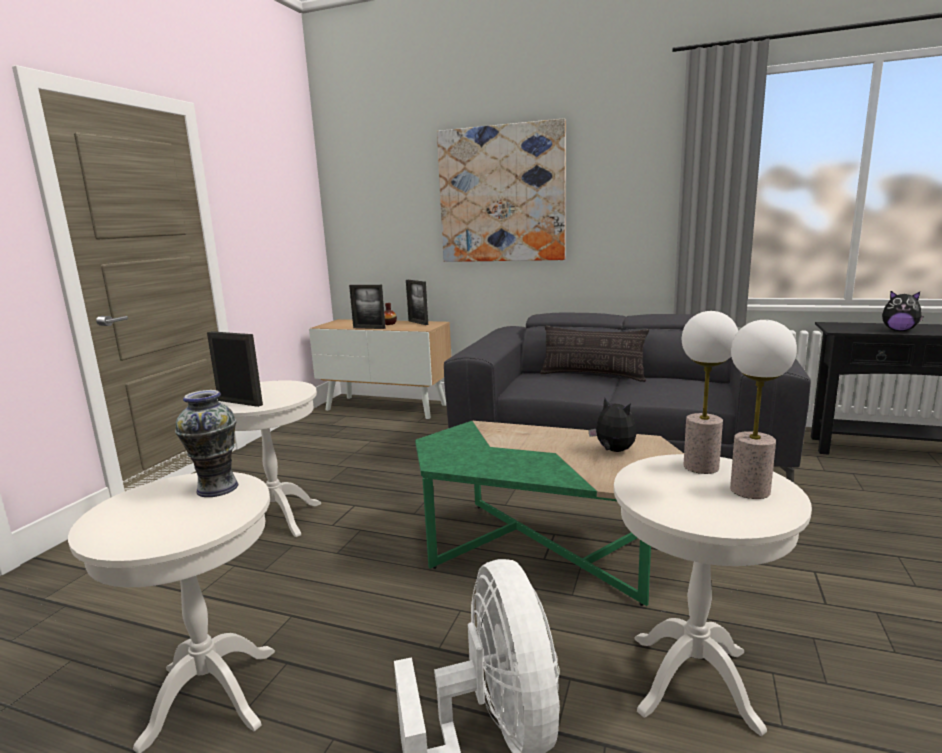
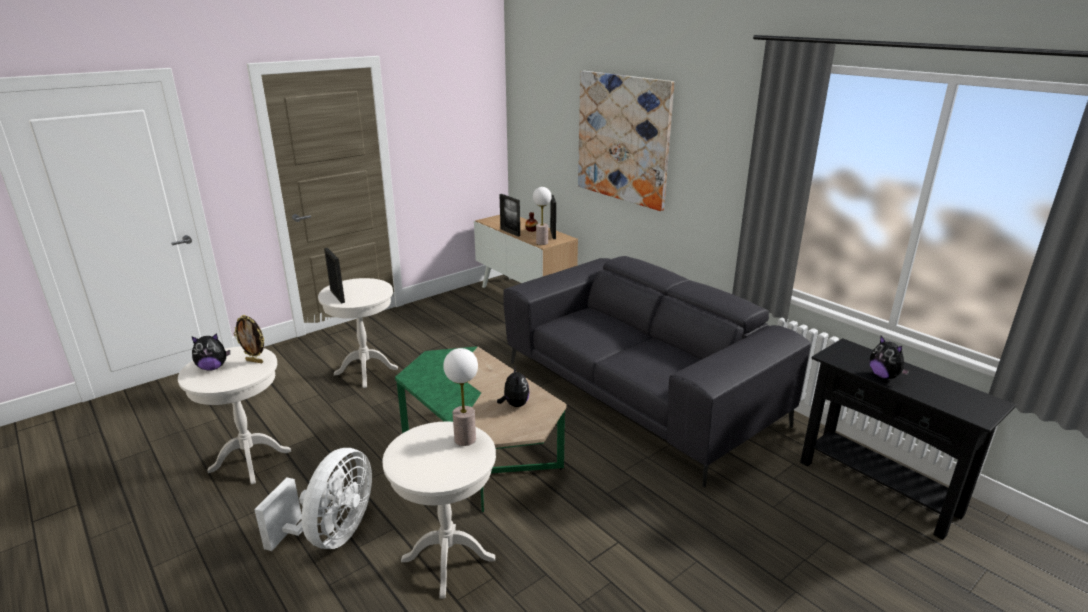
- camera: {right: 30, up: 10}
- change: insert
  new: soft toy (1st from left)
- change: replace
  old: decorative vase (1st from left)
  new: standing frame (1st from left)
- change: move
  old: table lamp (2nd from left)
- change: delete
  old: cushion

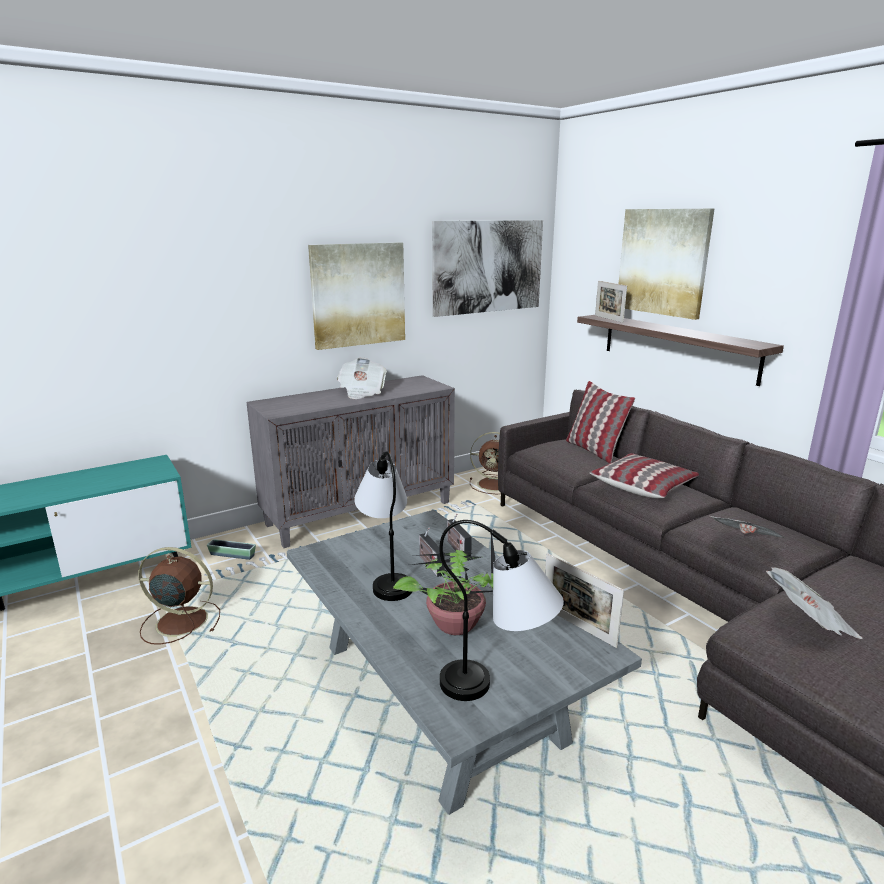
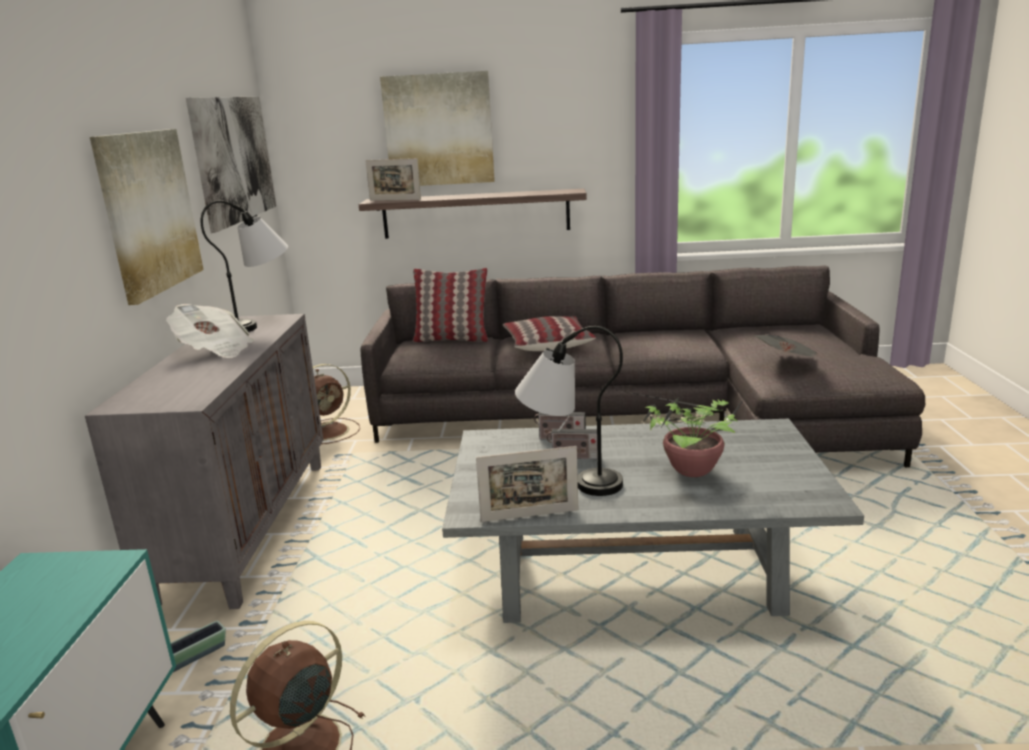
- camera: {right: -55, up: 0}
- change: move
  old: table lamp (2nd from left in the first image)
  new: table lamp (1st from left)
- change: move
  old: standing frame (1st from left in the first image)
  new: standing frame (2nd from left)
- change: delete
  old: newspaper (2nd from left)

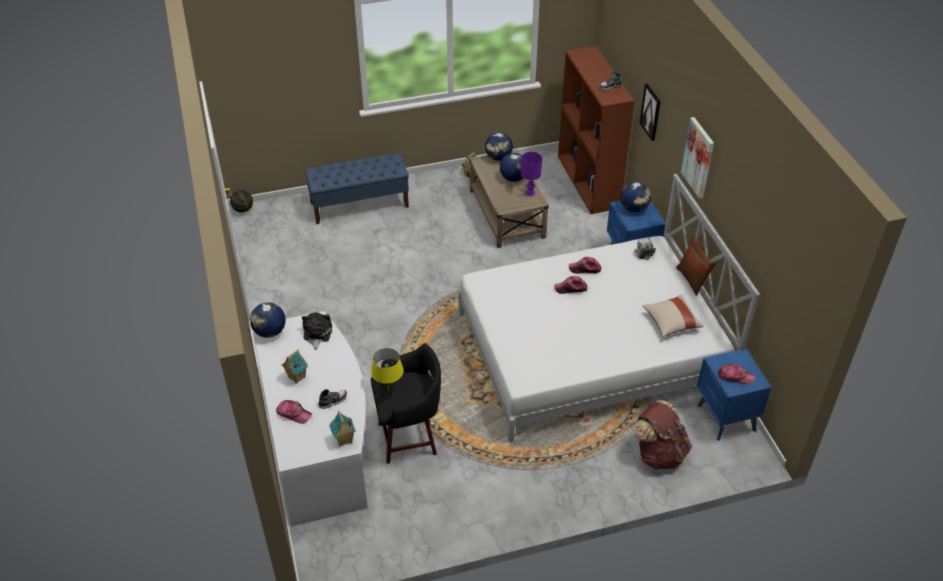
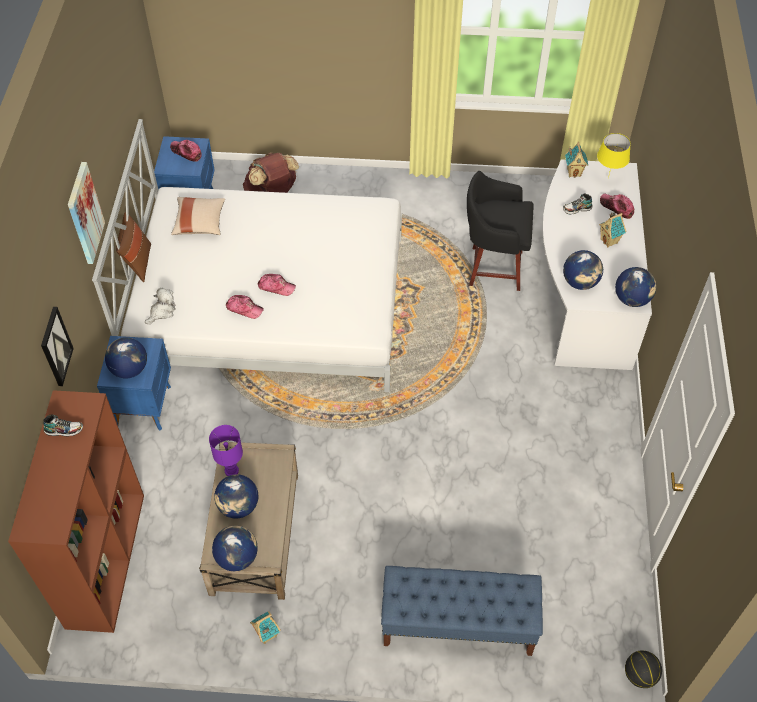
- camera: {right: -160, up: 10}
- change: replace
  old: soft toy (1st from left)
  new: world globe (4th from left)
- change: move
  old: yellowish table lamp

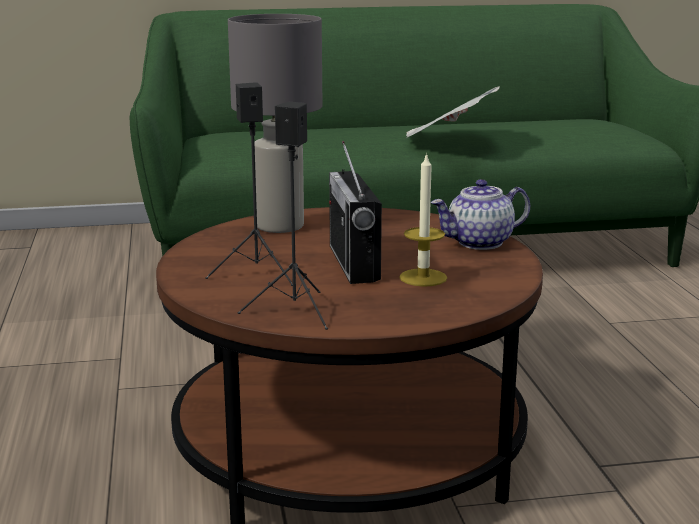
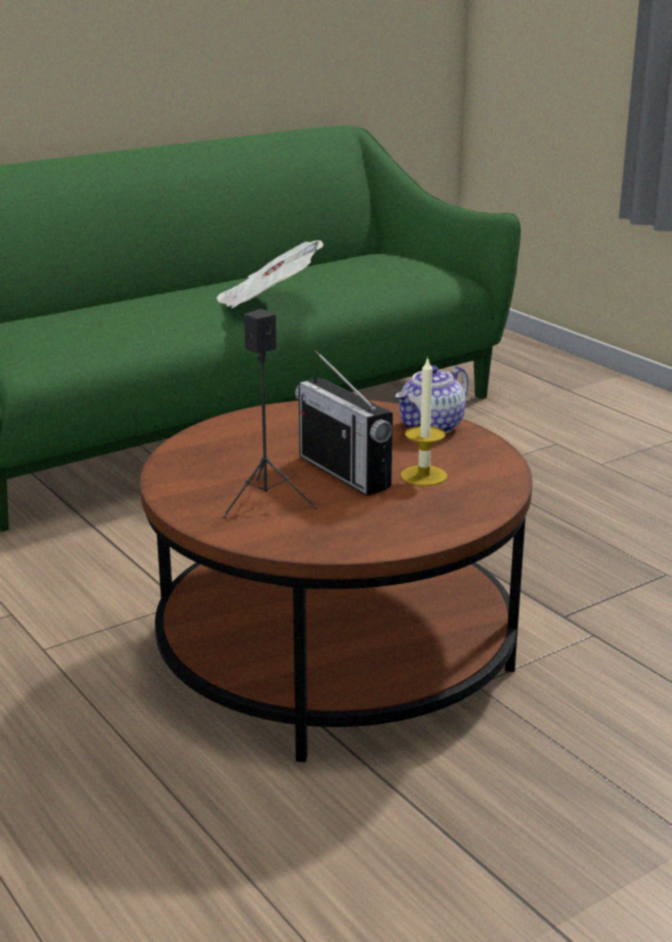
- camera: {right: -25, up: 5}
- change: delete
  old: grey table lamp
- change: delete
  old: black speaker (2nd from left)

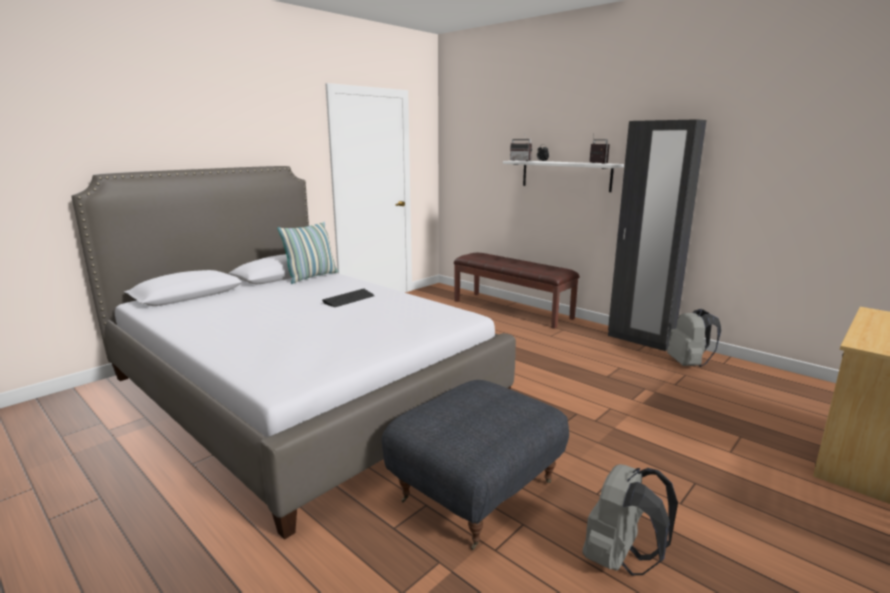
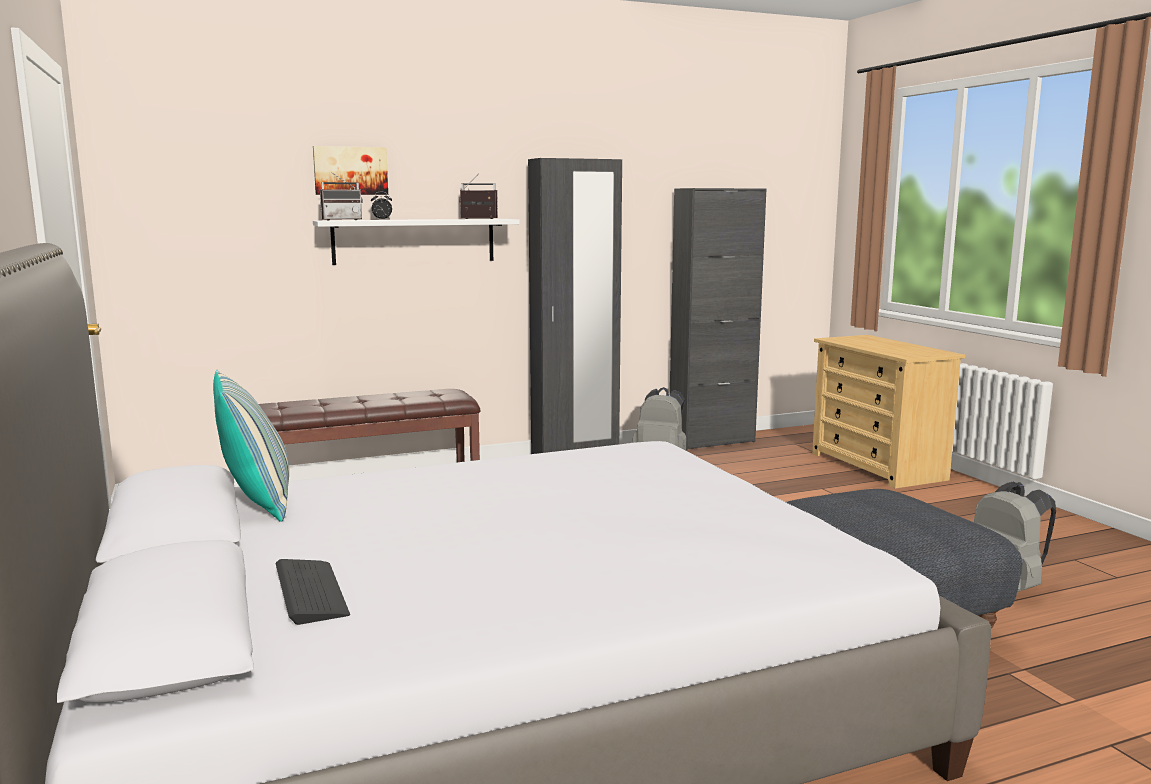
- camera: {right: -65, up: -5}
- change: move
  old: computer keyboard
- change: insert
  new: wall picture
- change: insert
  new: black cabinet

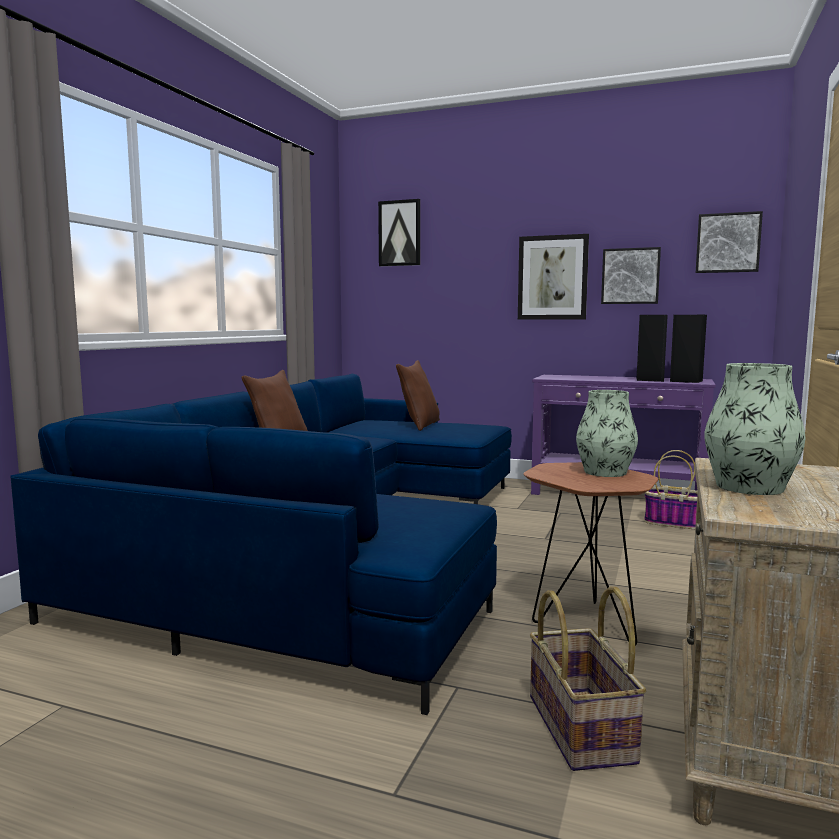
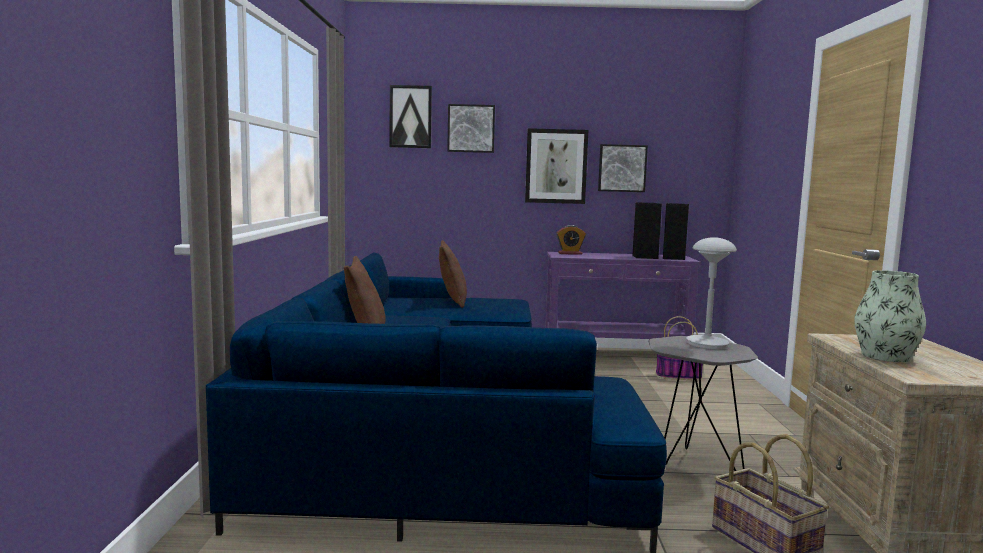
- camera: {right: -20, up: 0}
- change: move
  old: wall picture (4th from left in the first image)
  new: wall picture (2nd from left)
- change: insert
  new: bedside clock
- change: recolor
  old: brownish end table
  new: grey end table
- change: replace
  old: decorative vase (1st from left)
  new: grey table lamp

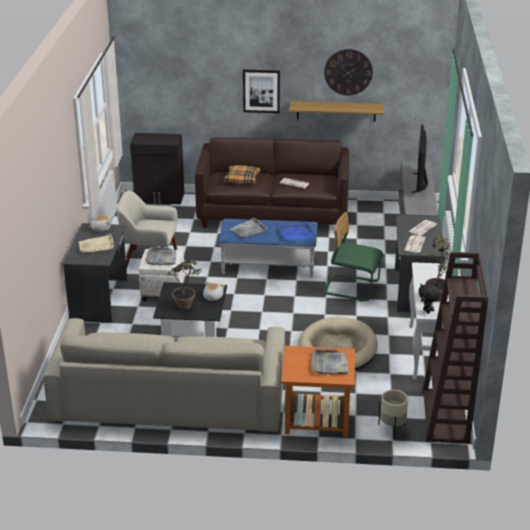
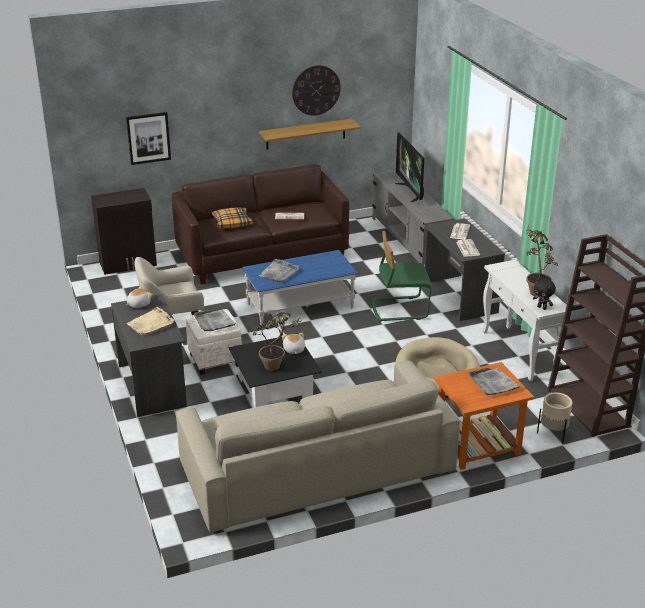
- camera: {right: -25, up: 0}
- change: move
  old: wall picture
- change: delete
  old: blue carrying tray

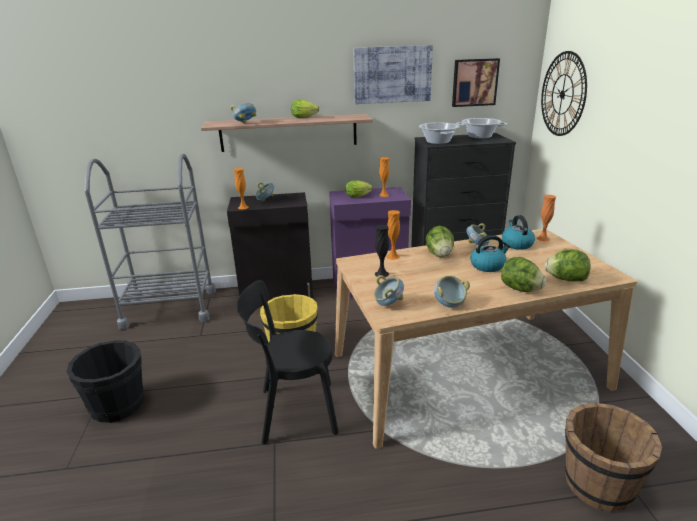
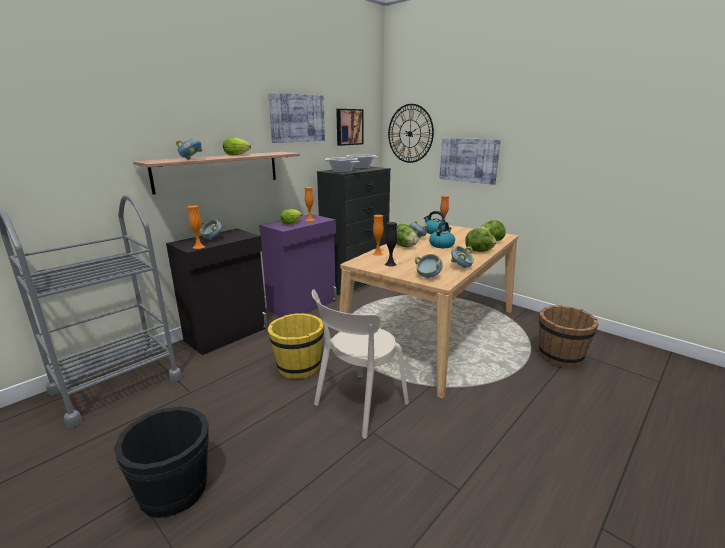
- camera: {right: -40, up: -5}
- change: recolor
  old: black plain chair
  new: sand-coloured plain chair
- change: insert
  new: wall picture (3rd from left)

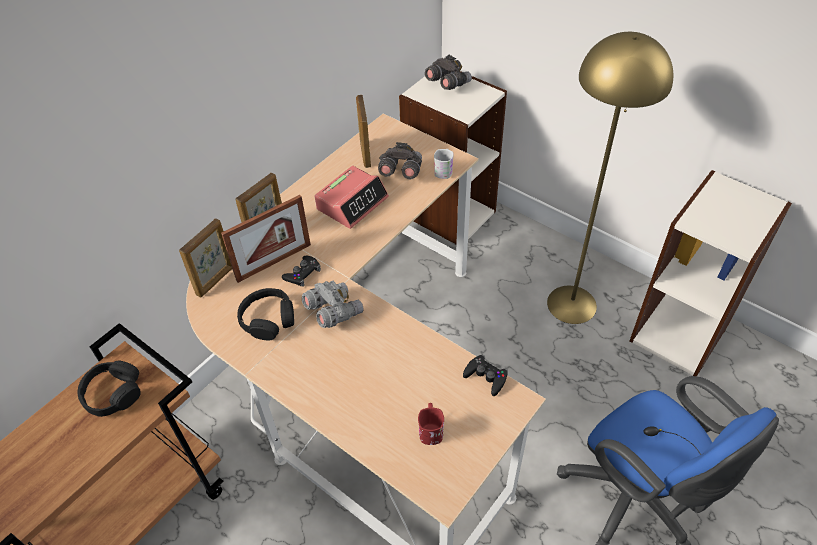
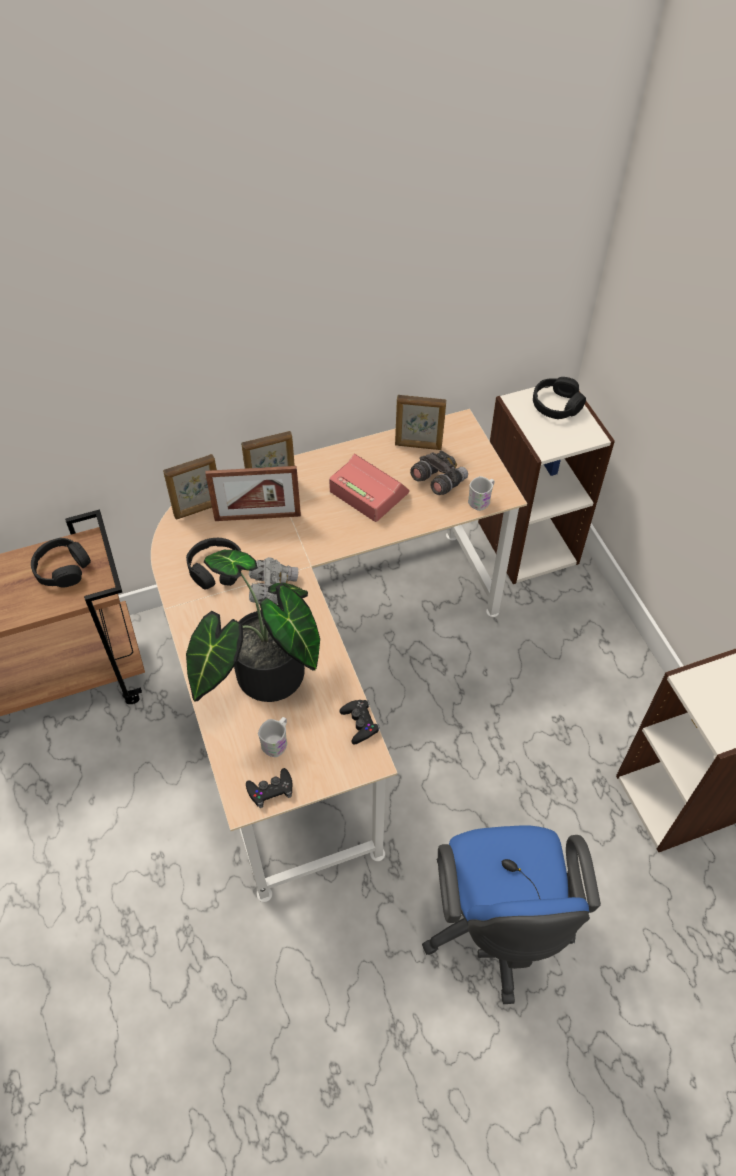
- camera: {right: 30, up: 5}
- change: insert
  new: potted plant
- change: move
  old: black joypad (1st from left)
- change: recolor
  old: reddish tea mug
  new: white-coloured tea mug (1st from left)
- change: rotate
  old: bedside clock
  degrees: -120
- change: rotate
  old: standing frame (4th from left)
  degrees: -105
- change: replace
  old: grey field glasses (3rd from left)
  new: black pair of headphones (3rd from left)
- change: delete
  old: yellowish floor lamp

